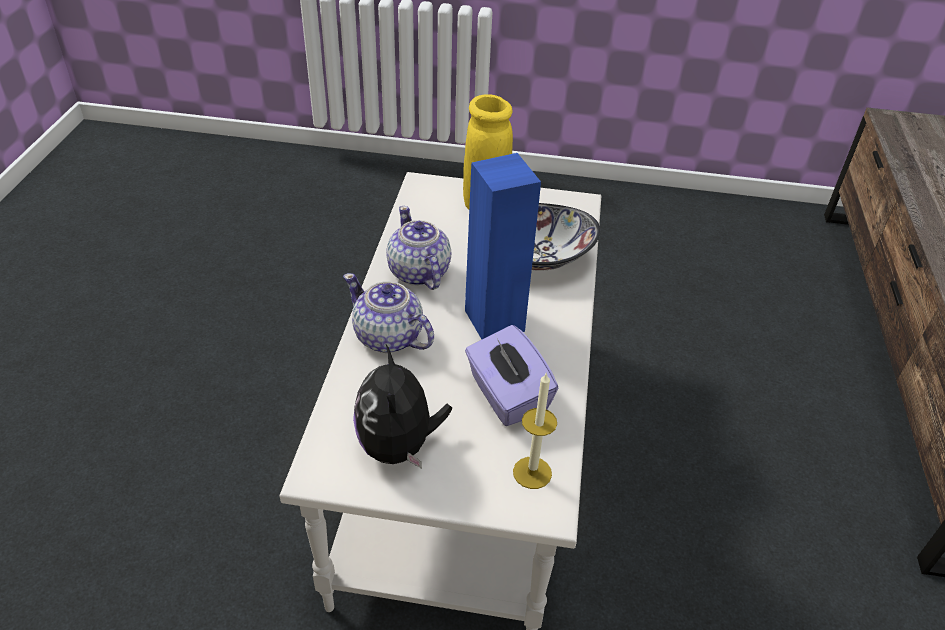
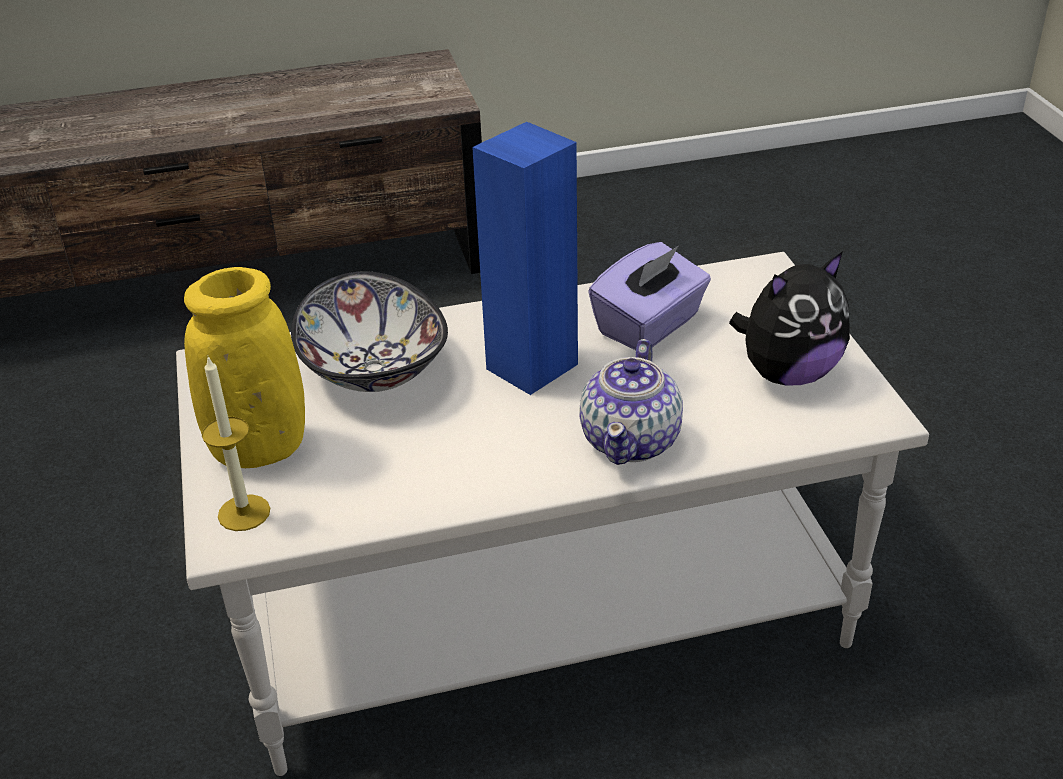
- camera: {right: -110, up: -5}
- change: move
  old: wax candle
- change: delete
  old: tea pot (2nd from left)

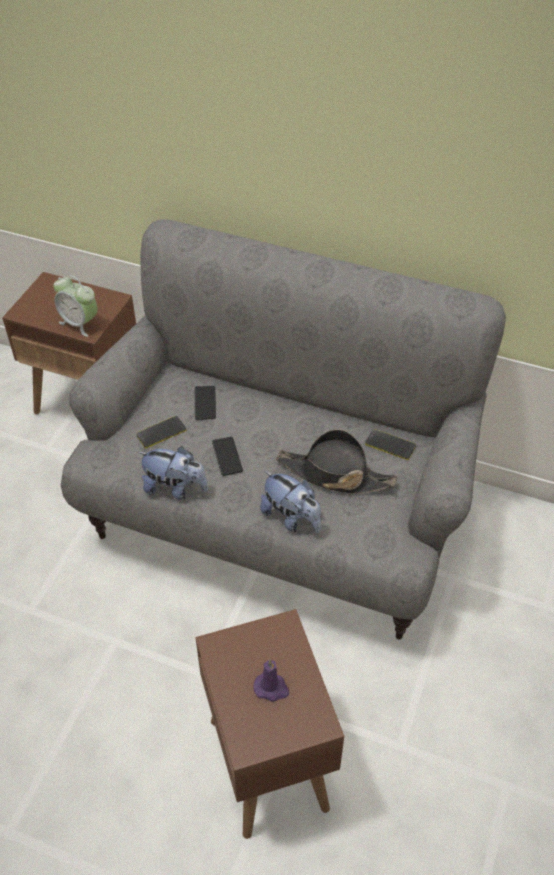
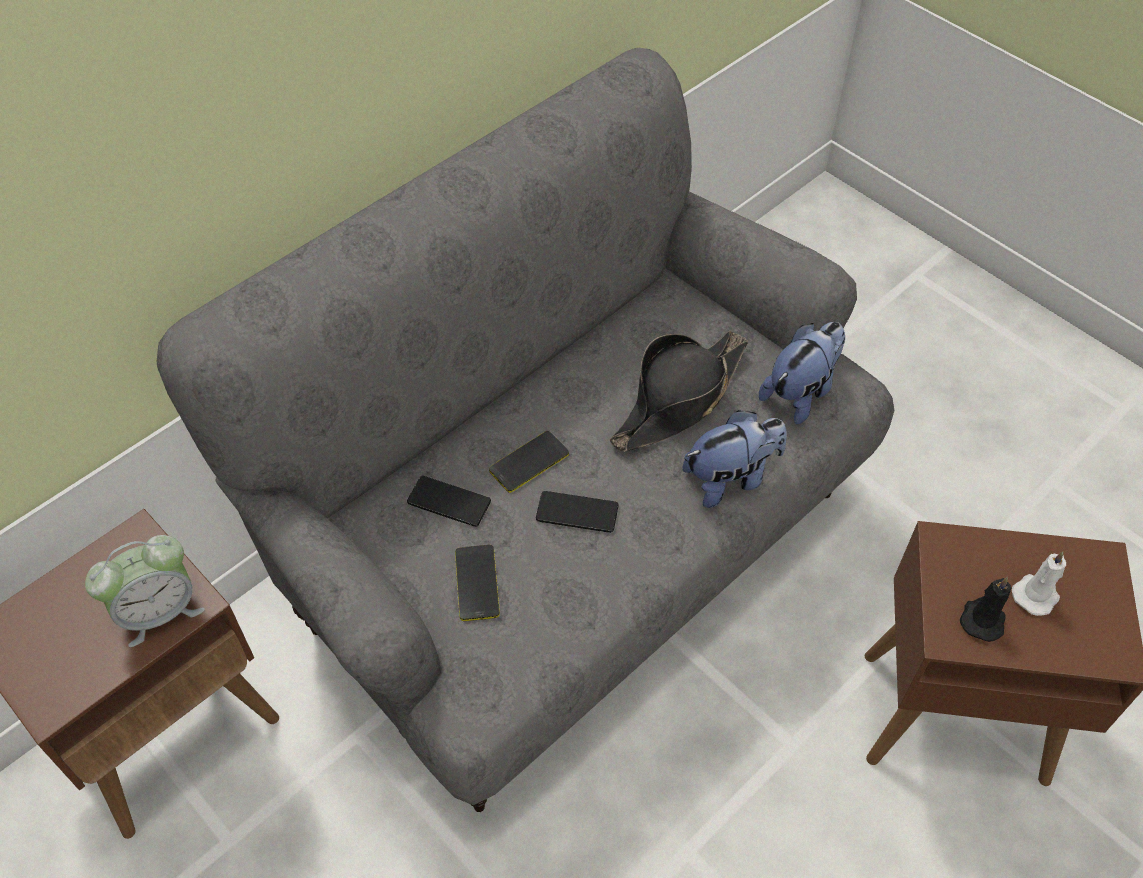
- camera: {right: -65, up: 5}
- change: move
  old: handset (4th from left in the first image)
  new: handset (3rd from left)
- change: move
  old: soft toy (1st from left in the first image)
  new: soft toy (2nd from left)
- change: insert
  new: black wax candle
- change: recolor
  old: purple wax candle
  new: white-coloured wax candle

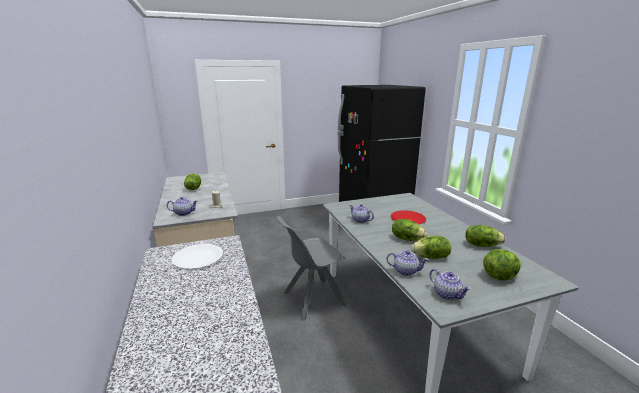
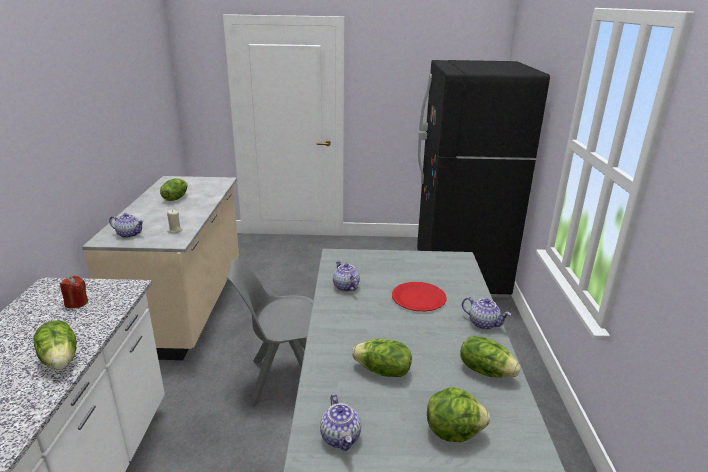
- camera: {right: 20, up: 5}
- change: move
  old: lettuce (2nd from left in the first image)
  new: lettuce (1st from left)
- change: replace
  old: white-coloured plate
  new: reddish wax candle
- change: move
  old: tea pot (3rd from left in the first image)
  new: tea pot (4th from left)

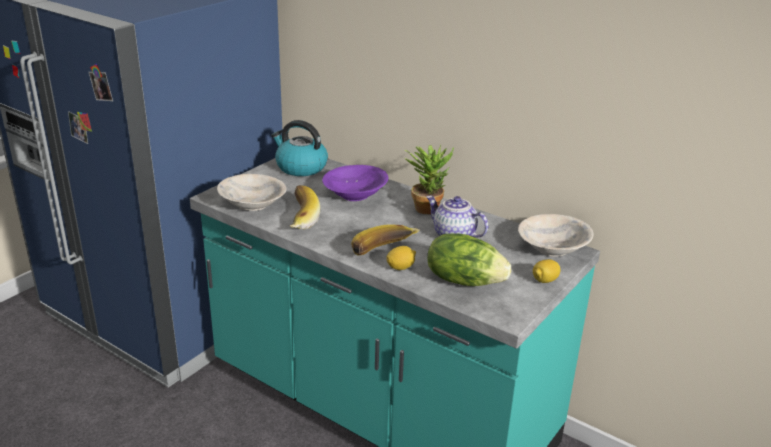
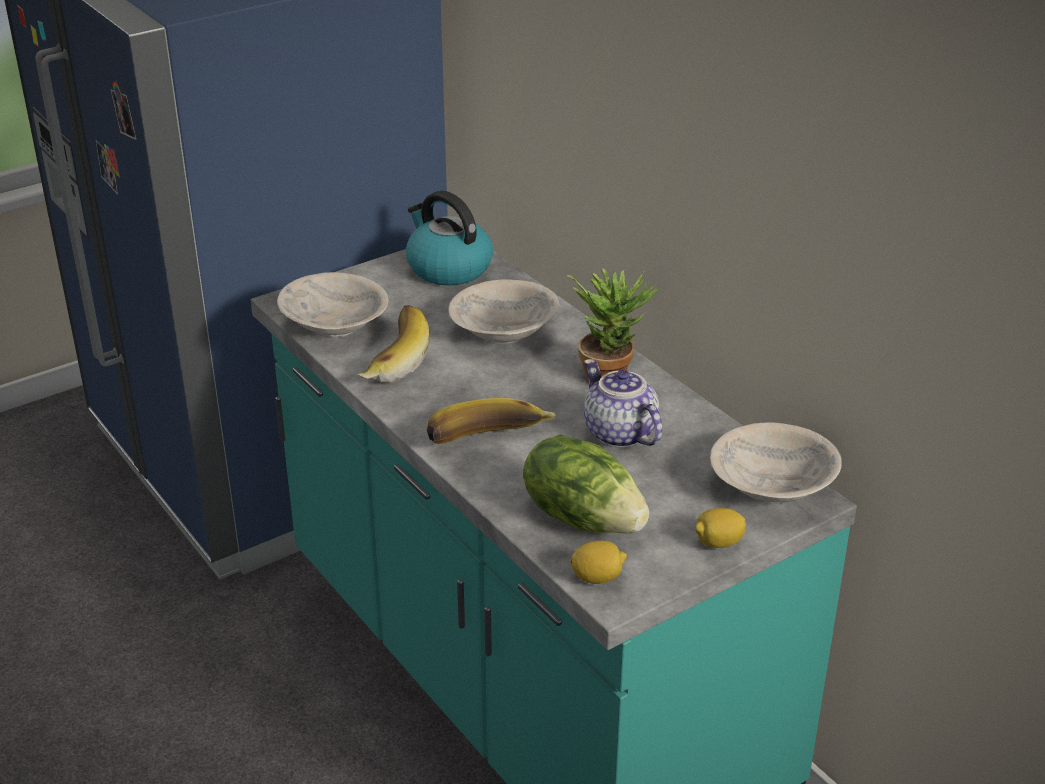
- camera: {right: 20, up: 5}
- change: recolor
  old: purple bowl
  new: sand-coloured bowl (2nd from left)
- change: move
  old: citrus fruit (1st from left)

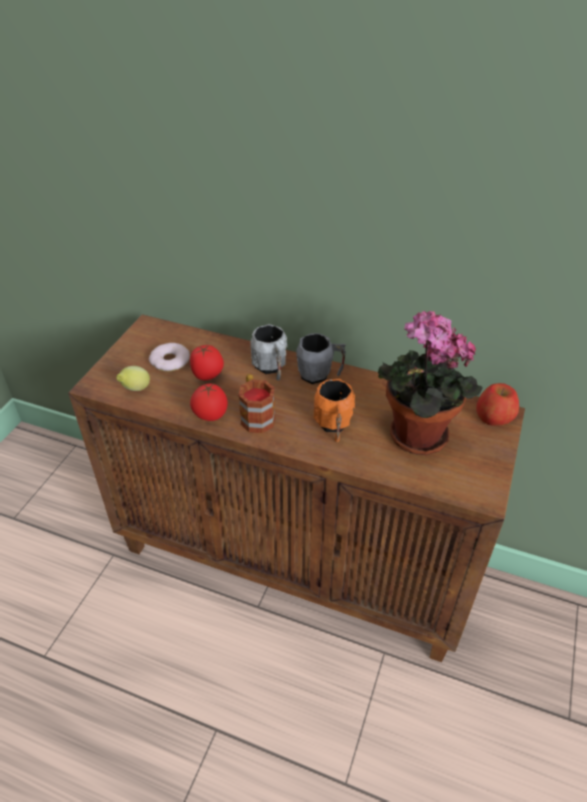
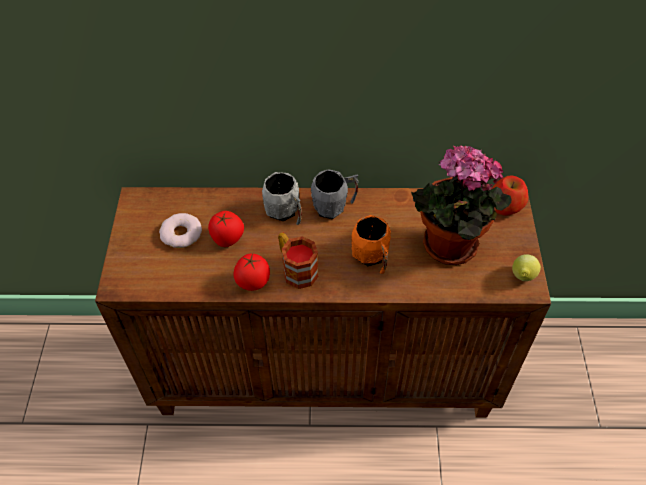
- camera: {right: -20, up: 10}
- change: move
  old: citrus fruit

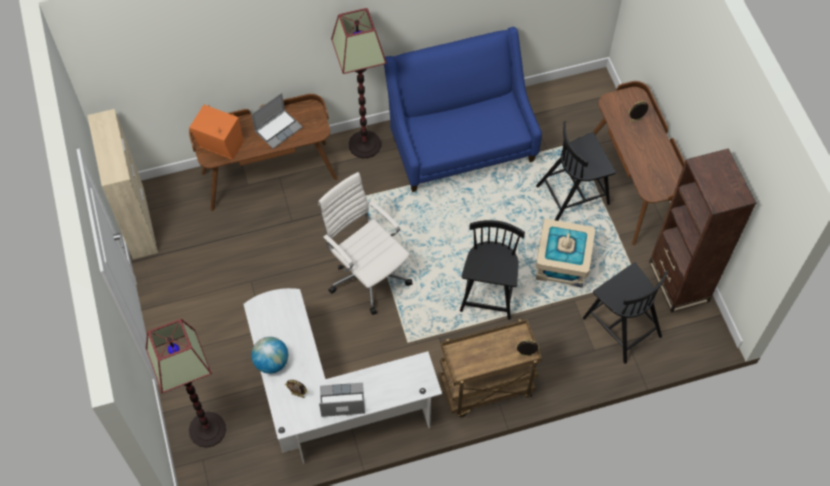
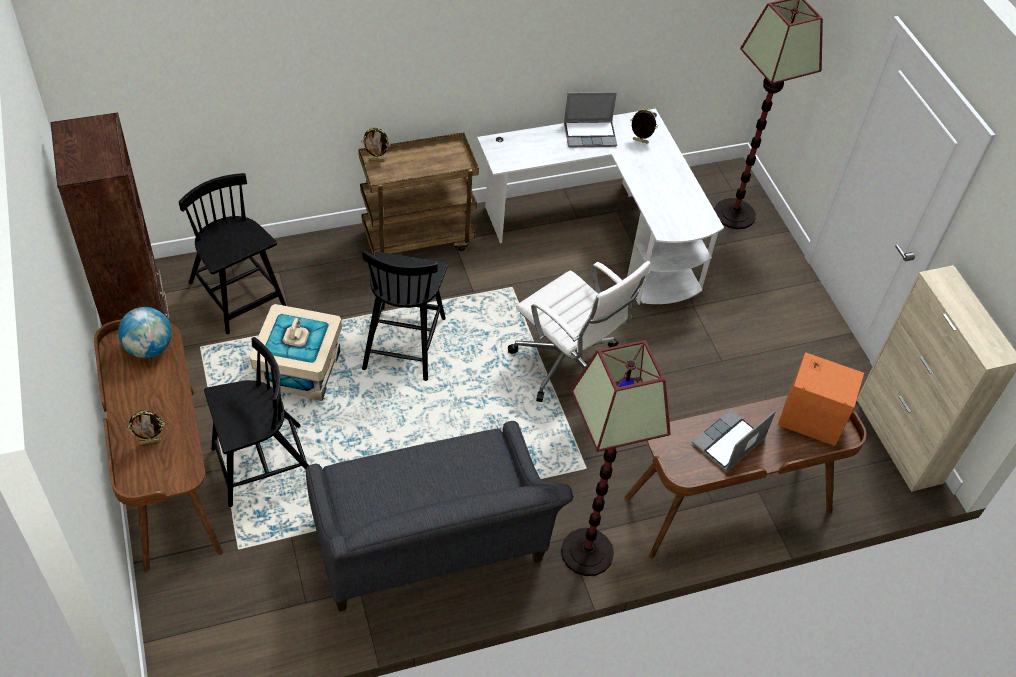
- camera: {right: 175, up: -10}
- change: move
  old: world globe
- change: recolor
  old: blue couch
  new: grey couch

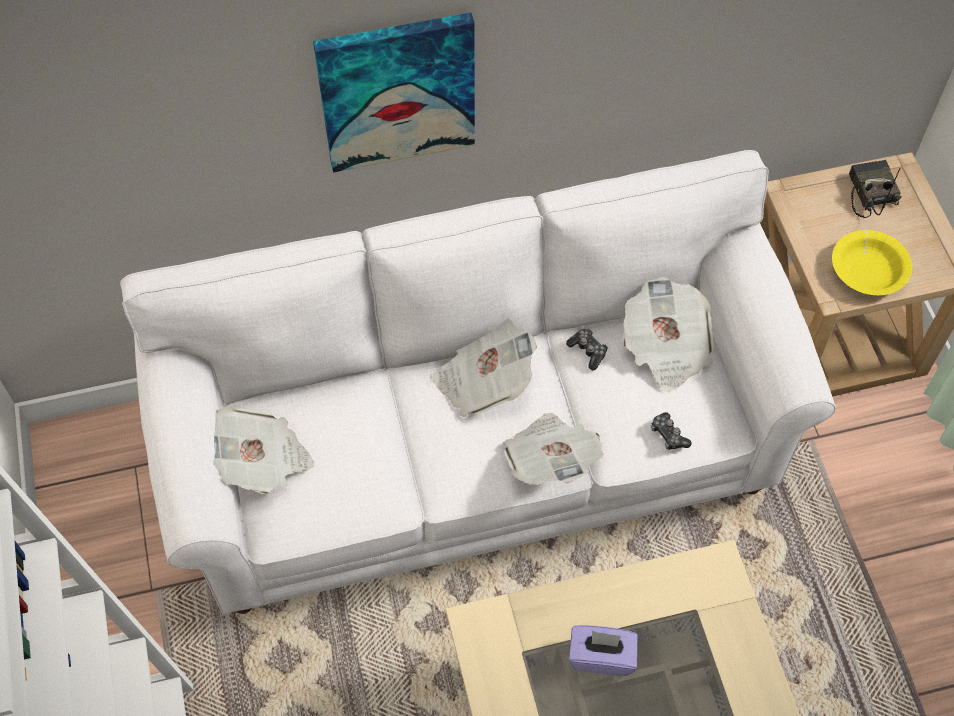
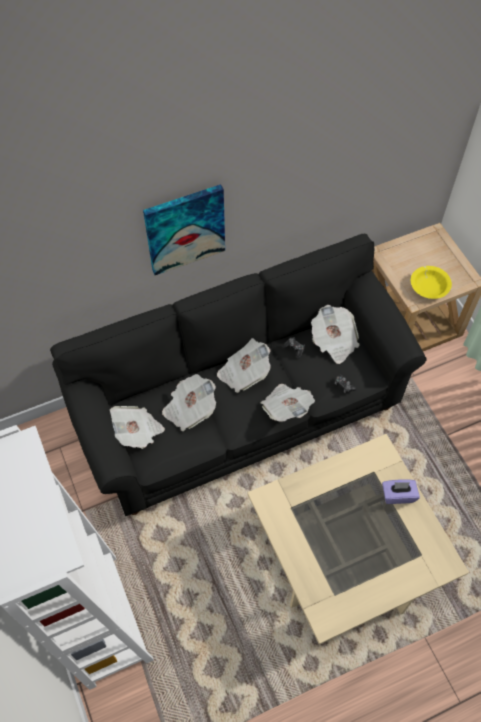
- camera: {right: -10, up: 0}
- change: recolor
  old: white-coloured couch
  new: black couch
- change: insert
  new: newspaper (2nd from left)
- change: move
  old: purple tissue box
- change: delete
  old: radio set

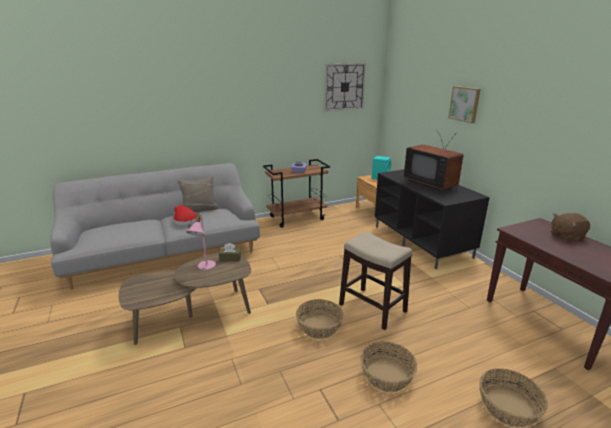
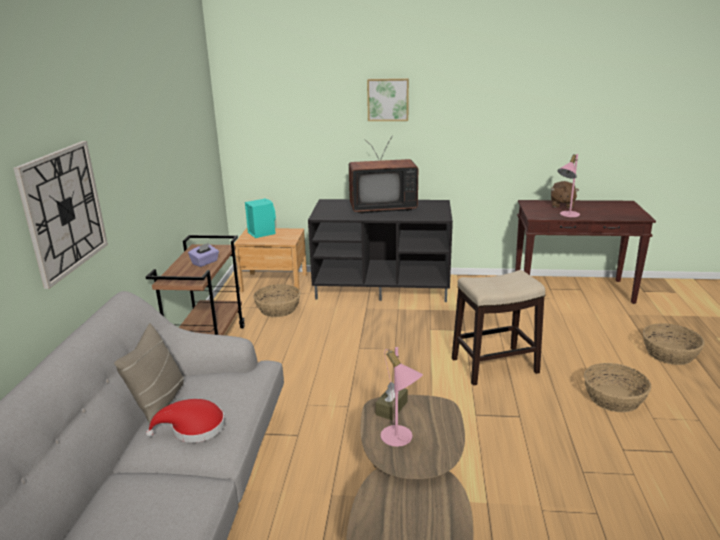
- camera: {right: -60, up: 0}
- change: move
  old: clock on the wall
- change: move
  old: basket (1st from left)
- change: insert
  new: pink-coloured table lamp (2nd from left)

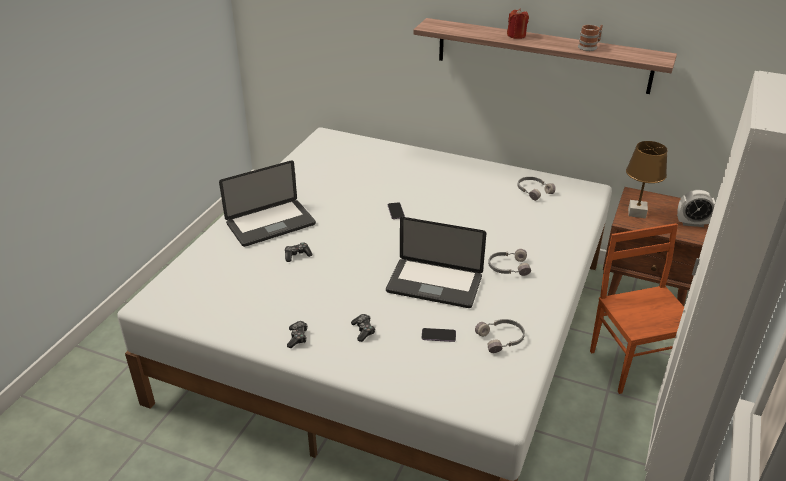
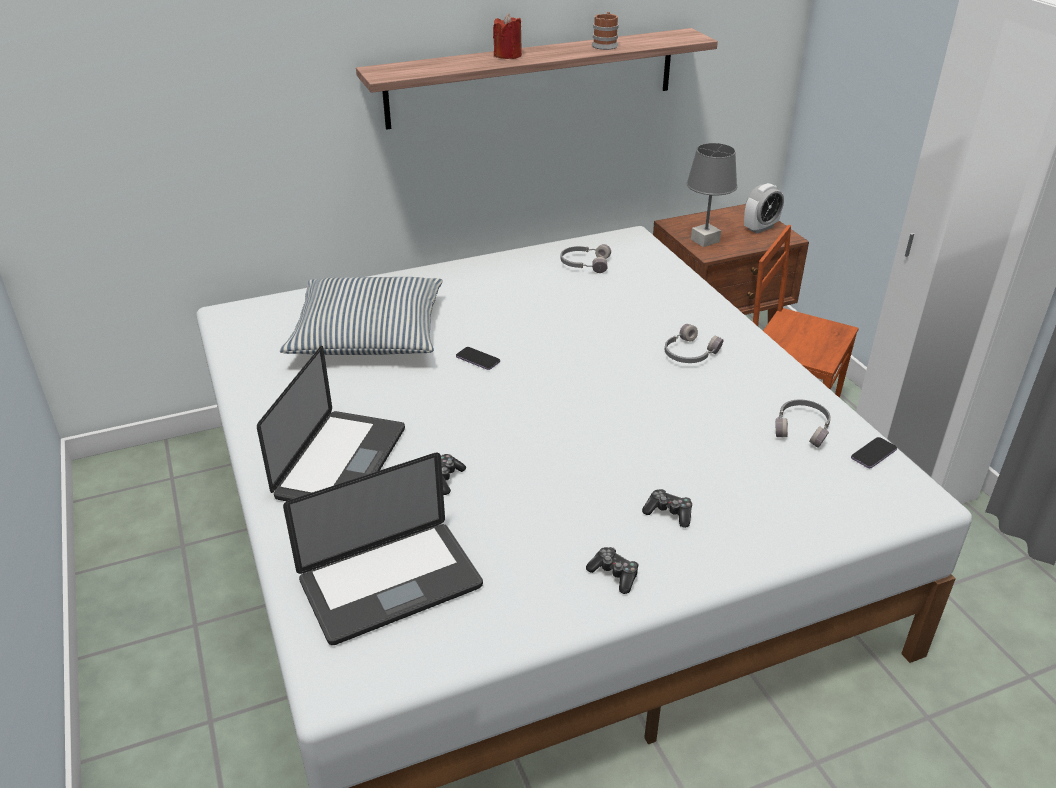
- camera: {right: -45, up: 0}
- change: insert
  new: cushion
- change: move
  old: laptop (2nd from left)
- change: recolor
  old: brownish table lamp
  new: grey table lamp
- change: move
  old: handset (2nd from left)

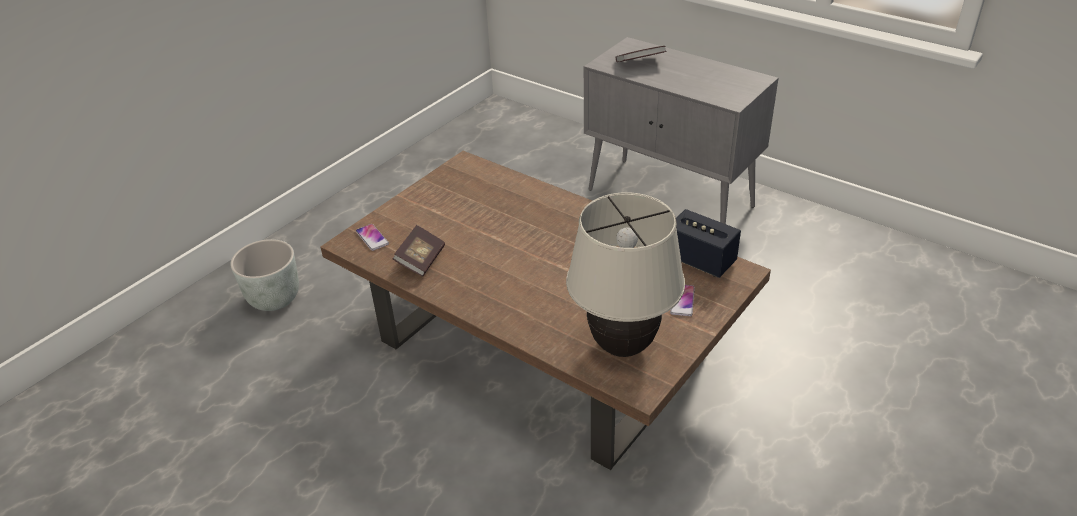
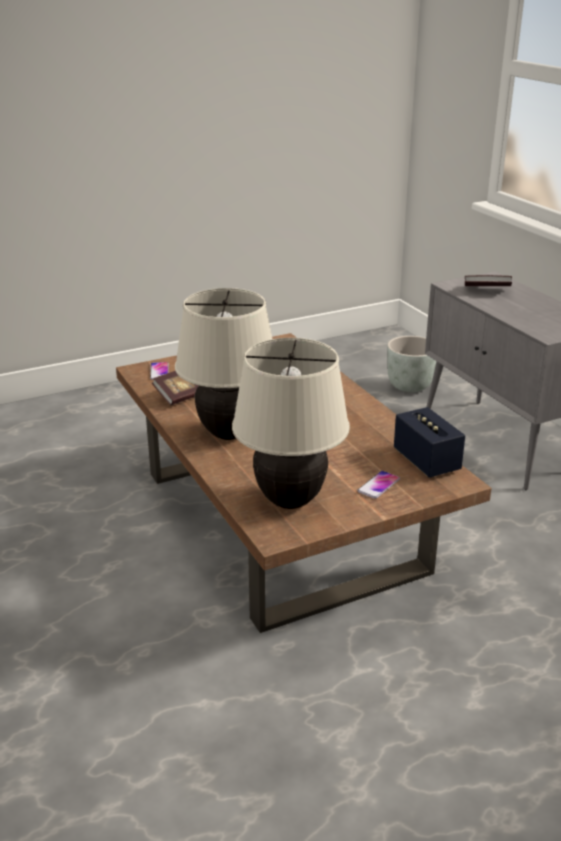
- camera: {right: 25, up: -10}
- change: insert
  new: sand-coloured table lamp (1st from left)
- change: move
  old: grey flower pot

